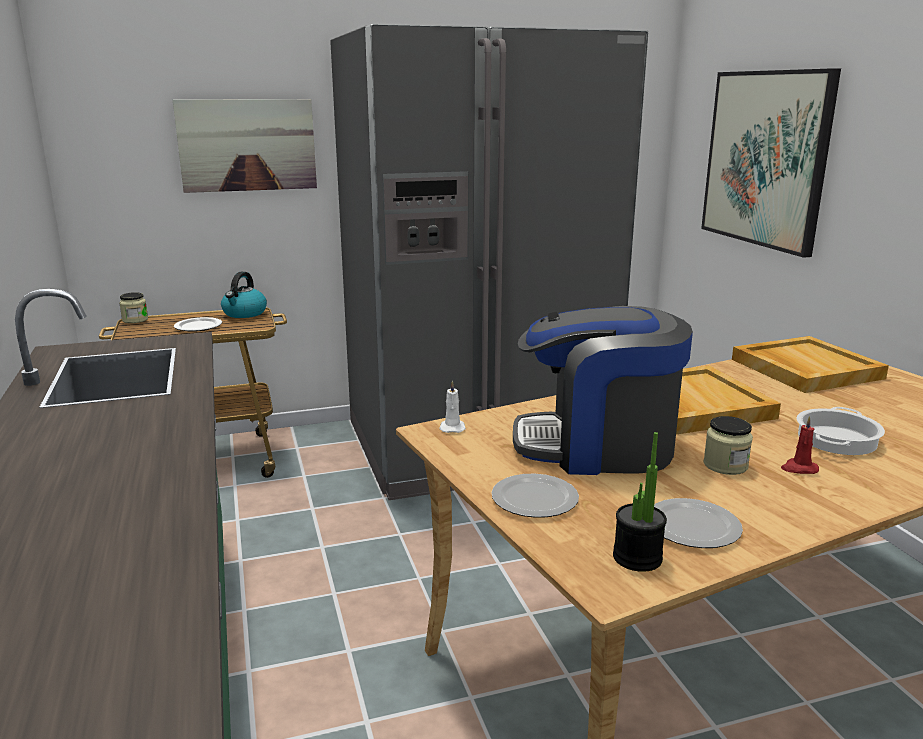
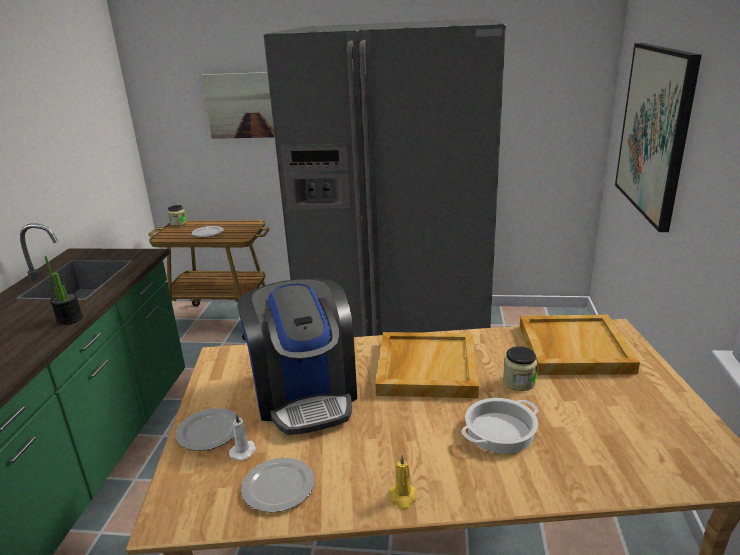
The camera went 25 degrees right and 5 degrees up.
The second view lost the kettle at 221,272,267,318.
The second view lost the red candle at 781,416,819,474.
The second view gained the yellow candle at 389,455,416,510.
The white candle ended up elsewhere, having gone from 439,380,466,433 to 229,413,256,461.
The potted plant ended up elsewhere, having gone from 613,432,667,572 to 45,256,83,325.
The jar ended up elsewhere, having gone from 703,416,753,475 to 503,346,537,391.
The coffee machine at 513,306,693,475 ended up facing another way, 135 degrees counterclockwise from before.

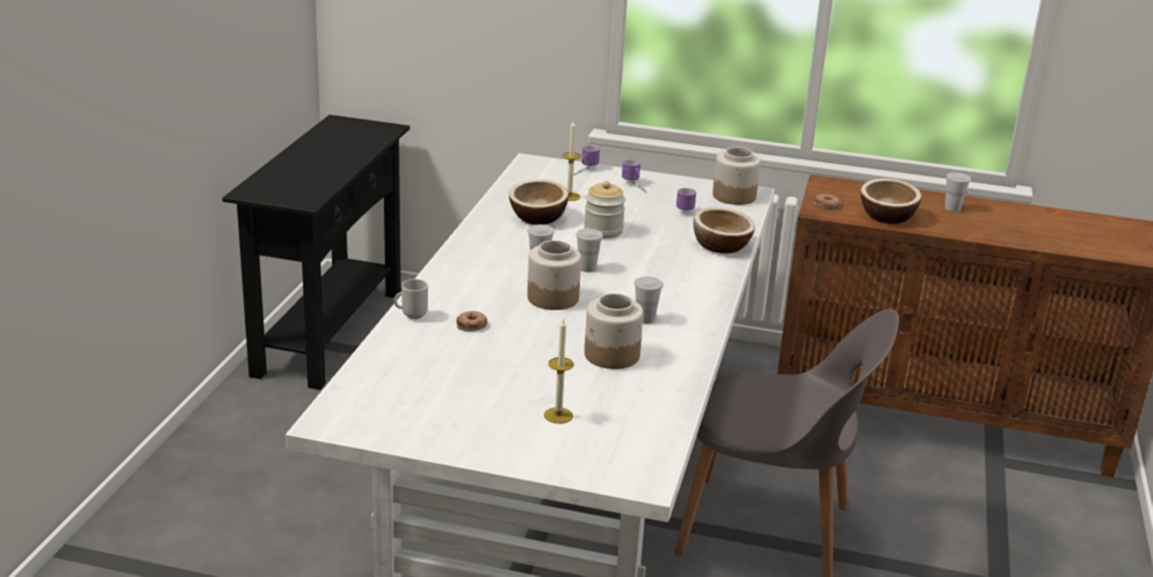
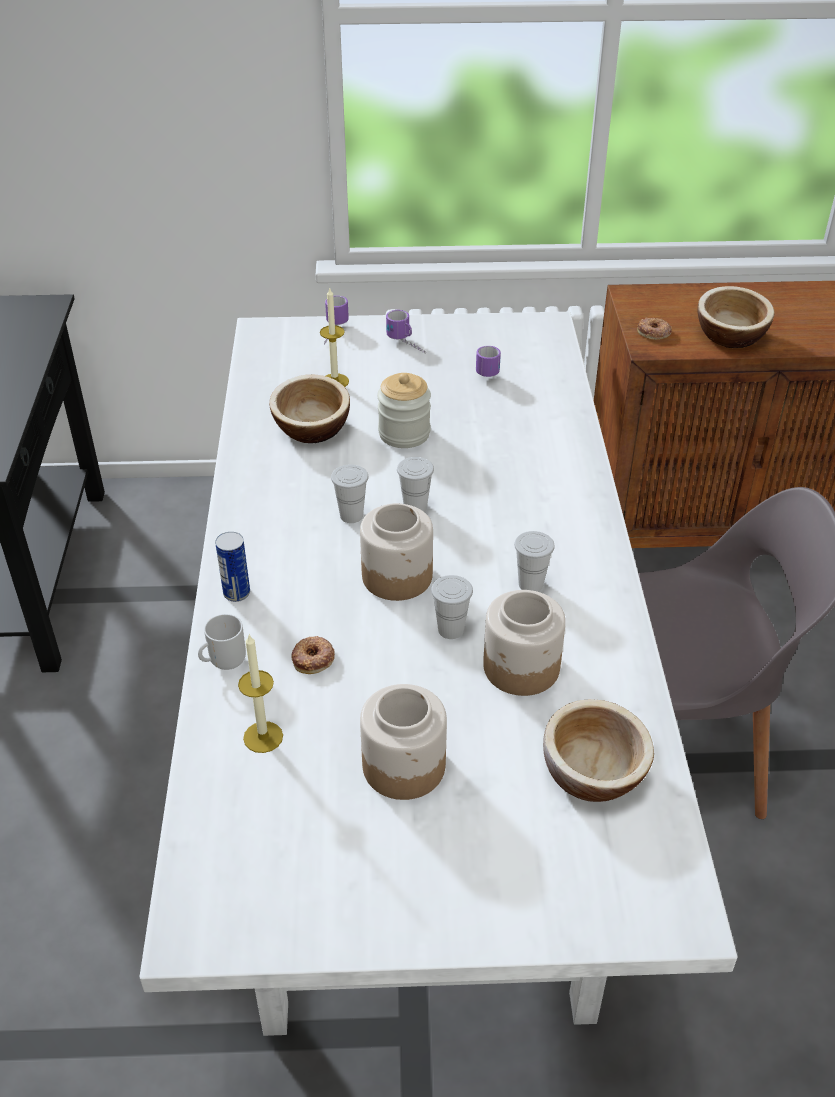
The camera went 15 degrees left and 15 degrees up.
The second view gained the can at 215,532,250,602.
The candle ended up elsewhere, having gone from 544,318,574,424 to 238,635,283,753.
The bowl ended up elsewhere, having gone from 693,207,755,254 to 543,700,654,802.
The jar ended up elsewhere, having gone from 713,147,760,205 to 360,684,447,800.
The white cup ended up elsewhere, having gone from 945,172,971,212 to 431,575,473,639.

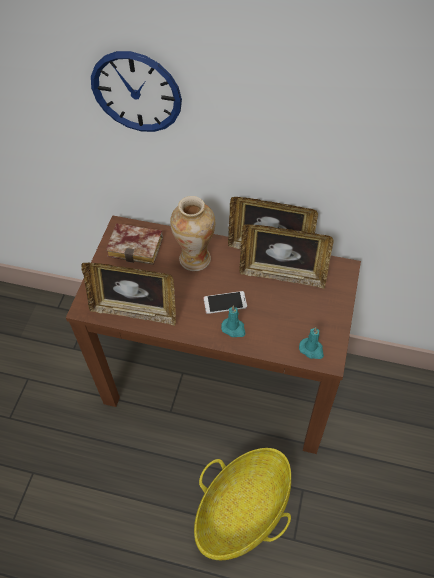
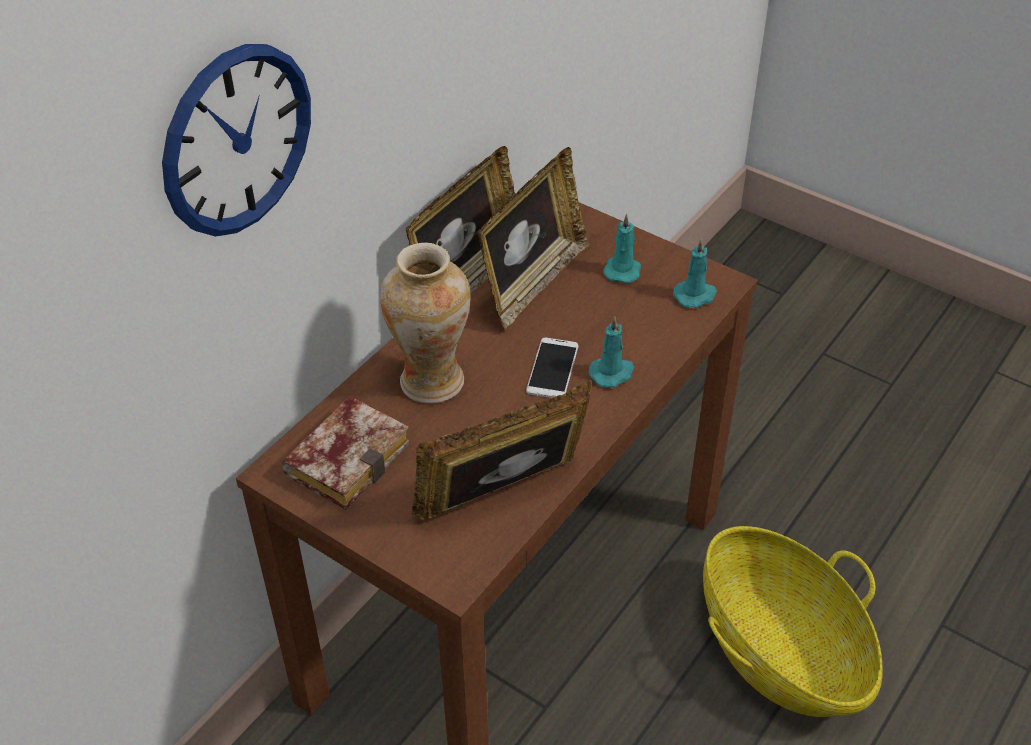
The camera went 70 degrees left and 10 degrees down.
The second view gained the turquoise candle at 603,214,641,283.
The picture frame at 81,263,176,326 ended up facing another way, 150 degrees counterclockwise from before.

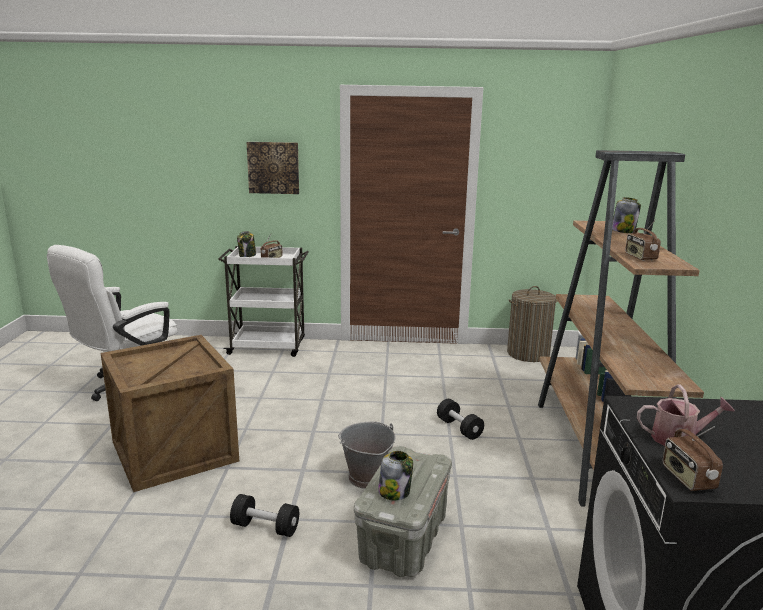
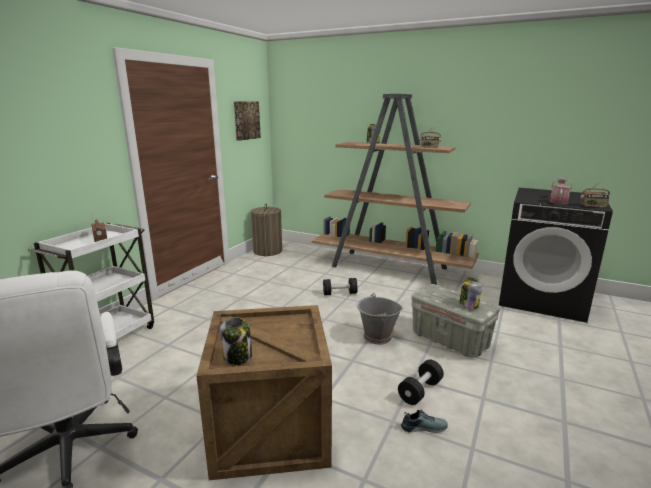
The camera went 65 degrees left and 0 degrees up.
The second view gained the shoe at 401,410,448,433.
The jar ended up elsewhere, having gone from 237,231,256,257 to 220,317,252,365.
The picture ended up elsewhere, having gone from 247,142,299,194 to 234,102,261,141.

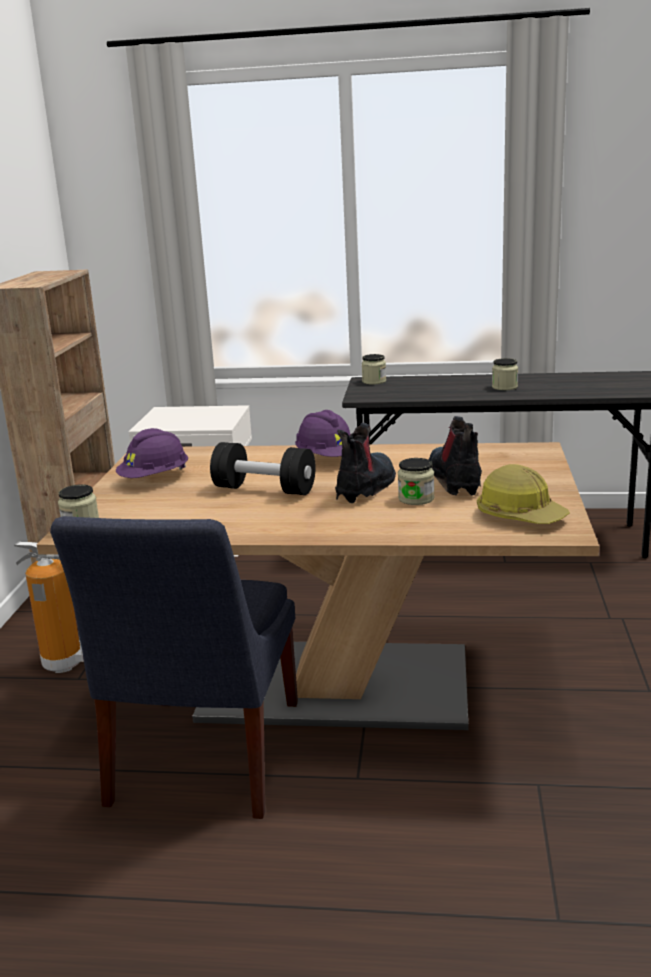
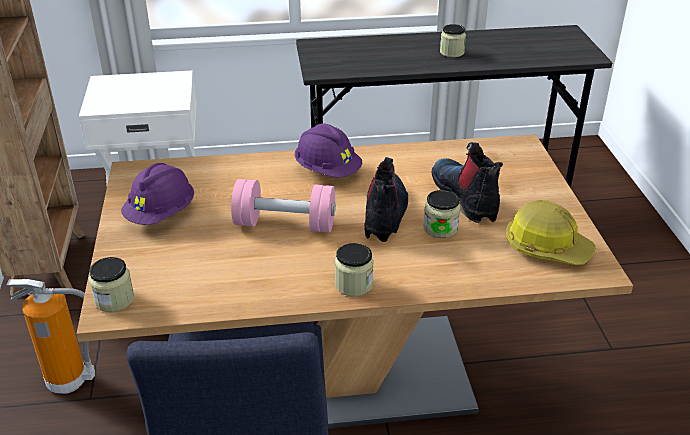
The camera went 15 degrees left and 15 degrees up.
The jar ended up elsewhere, having gone from 362,354,386,385 to 335,243,374,297.
What was the black dumbbell at 210,442,316,495 turned into the pink dumbbell at 231,179,335,233.

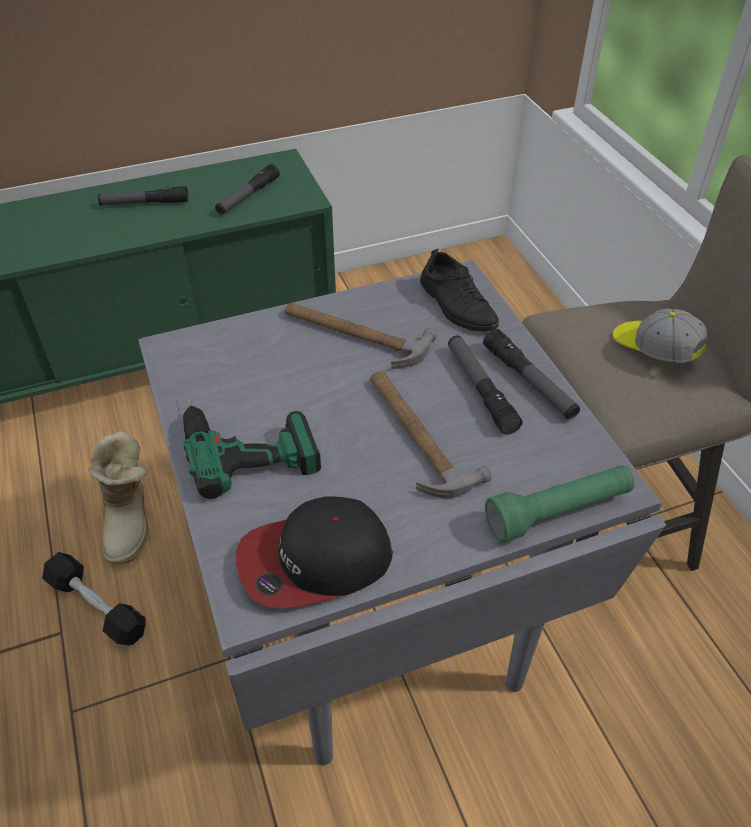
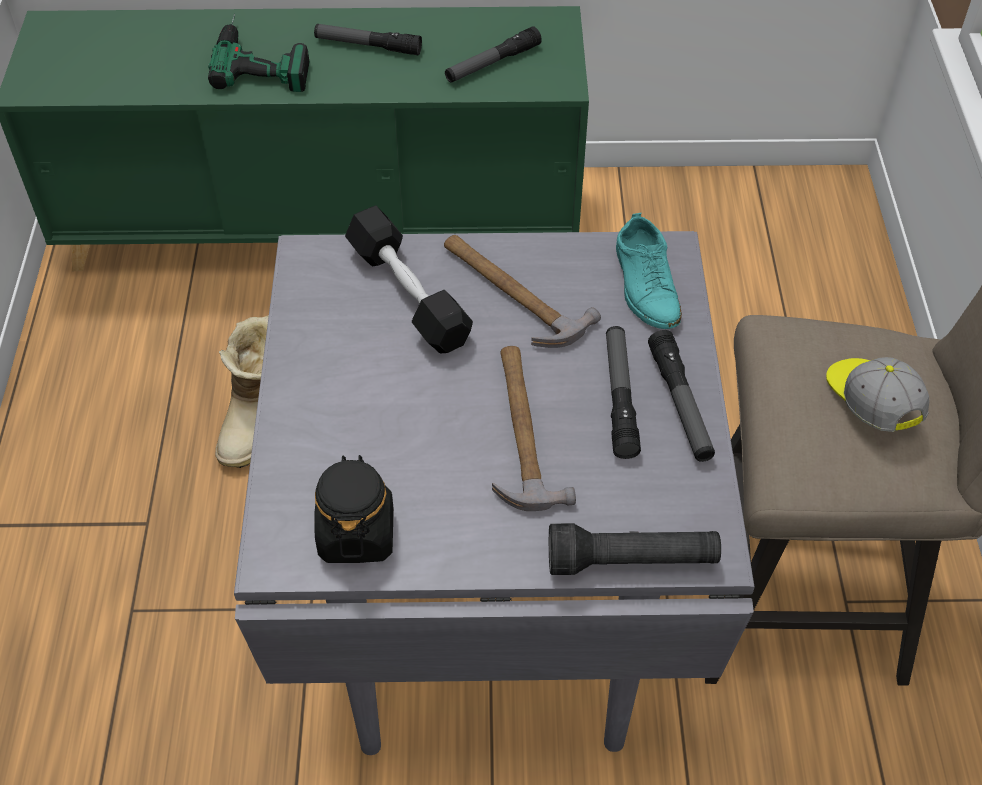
The camera went 20 degrees right and 5 degrees up.
The black dumbbell ended up elsewhere, having gone from 42,552,146,645 to 345,206,473,354.
The power drill ended up elsewhere, having gone from 183,391,321,499 to 208,14,310,92.
Where the cap stood at 236,497,393,609, the black jar came to stand at 314,455,393,563.
What was the black shoe at 420,249,499,331 turned into the turquoise shoe at 616,213,682,329.
What was the green flashlight at 485,465,634,543 turned into the black flashlight at 549,523,721,575.

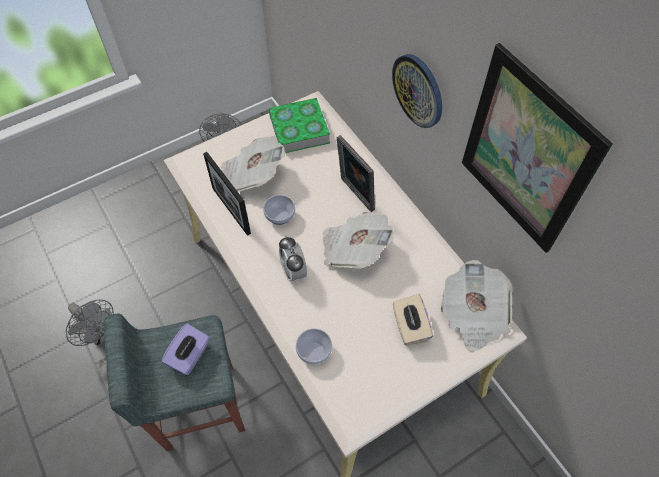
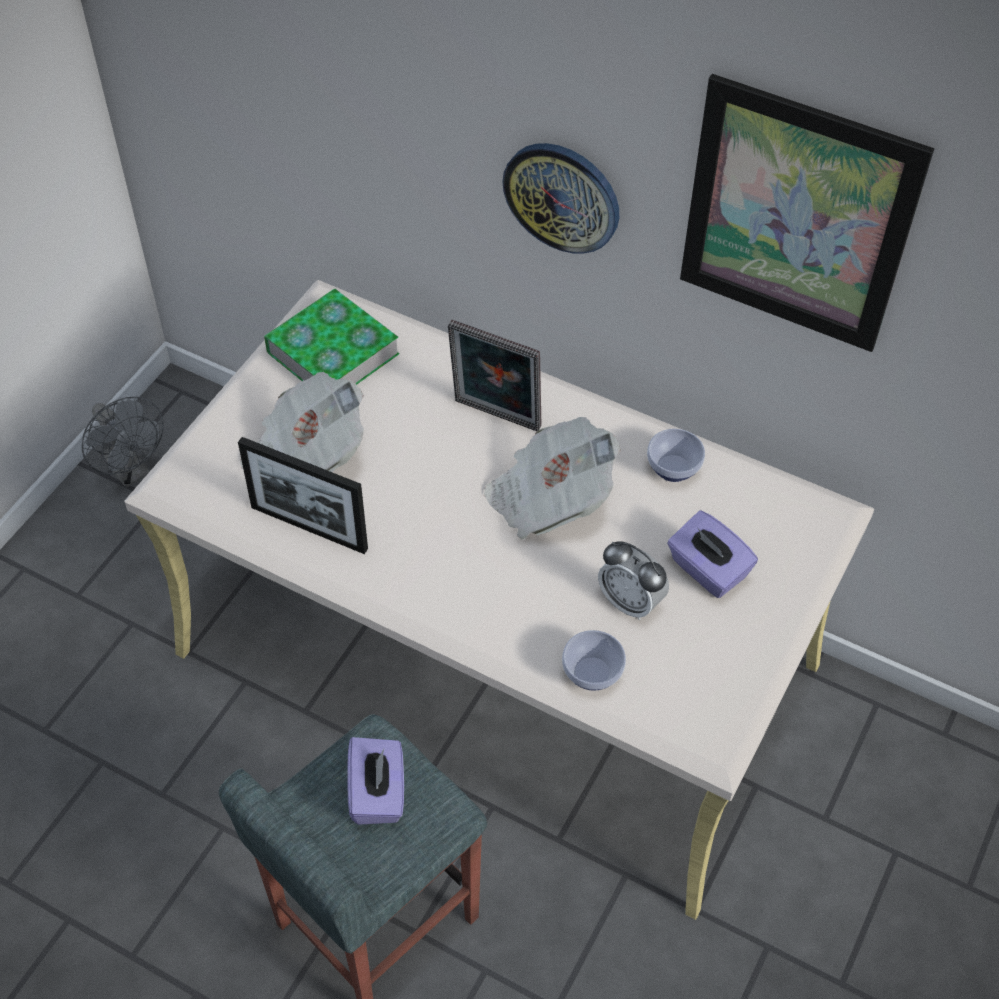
The camera went 30 degrees left and 5 degrees down.
The second view lost the grey fan at 66,300,114,347.
The second view lost the newspaper at 441,260,513,352.
The bowl ended up elsewhere, having gone from 263,195,295,225 to 647,429,705,482.
The alarm clock ended up elsewhere, having gone from 279,237,307,283 to 598,541,669,620.
What was the beige tissue box at 393,294,433,346 turned into the purple tissue box at 667,510,758,598.

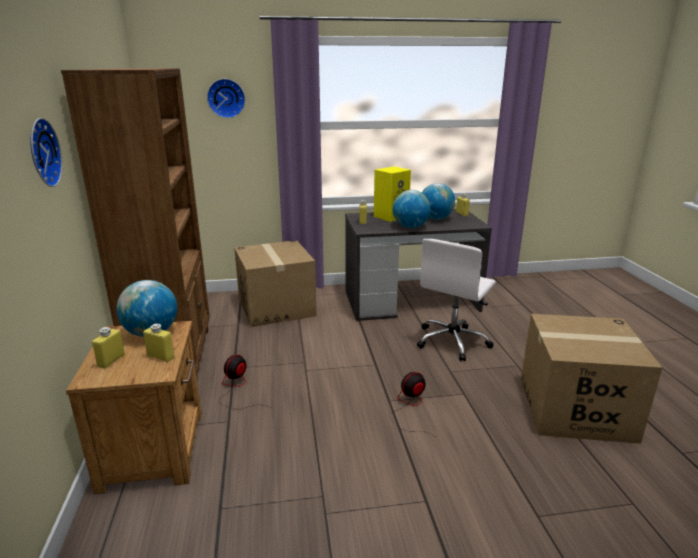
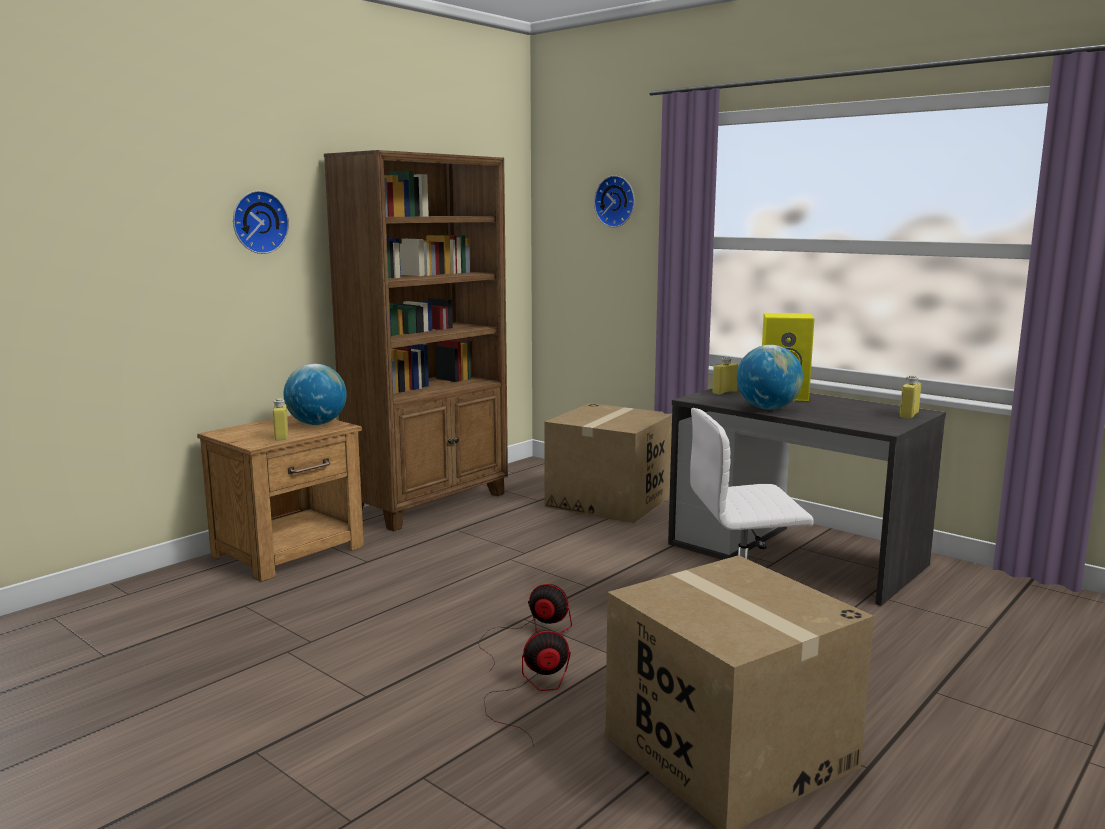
The camera went 50 degrees right and 10 degrees down.
The second view lost the yellow bottle at 92,327,125,369.
The second view lost the globe at 422,183,455,220.
The fan ended up elsewhere, having gone from 220,355,269,409 to 484,630,571,747.

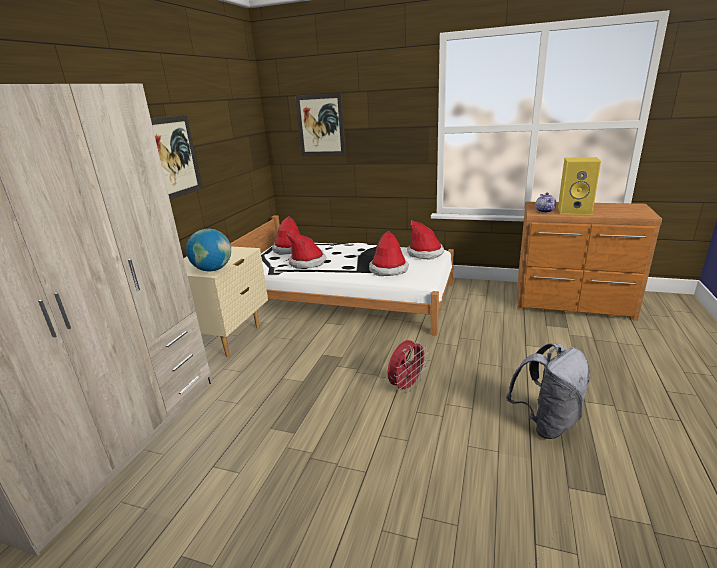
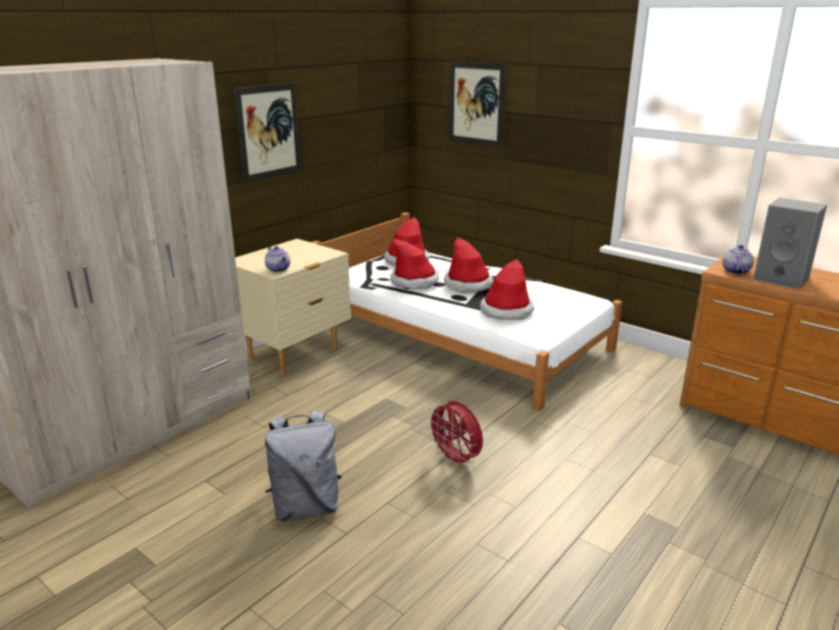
The camera went 20 degrees right and 0 degrees up.
The hat ended up elsewhere, having gone from 407,220,444,259 to 444,238,493,294.
The grey backpack ended up elsewhere, having gone from 506,343,590,439 to 265,411,342,522.
Where the globe stood at 186,229,231,272, the teapot came to stand at 265,246,290,272.
What was the yellow speaker at 558,157,601,215 turned into the grey speaker at 753,198,827,290.
The red fan at 388,340,428,393 ended up facing another way, 75 degrees clockwise from before.

